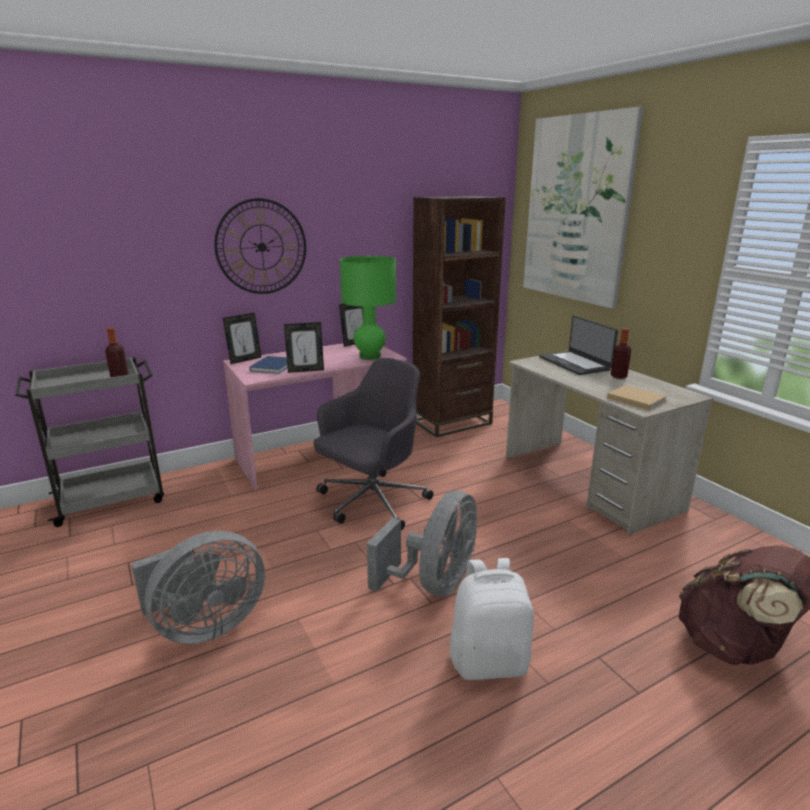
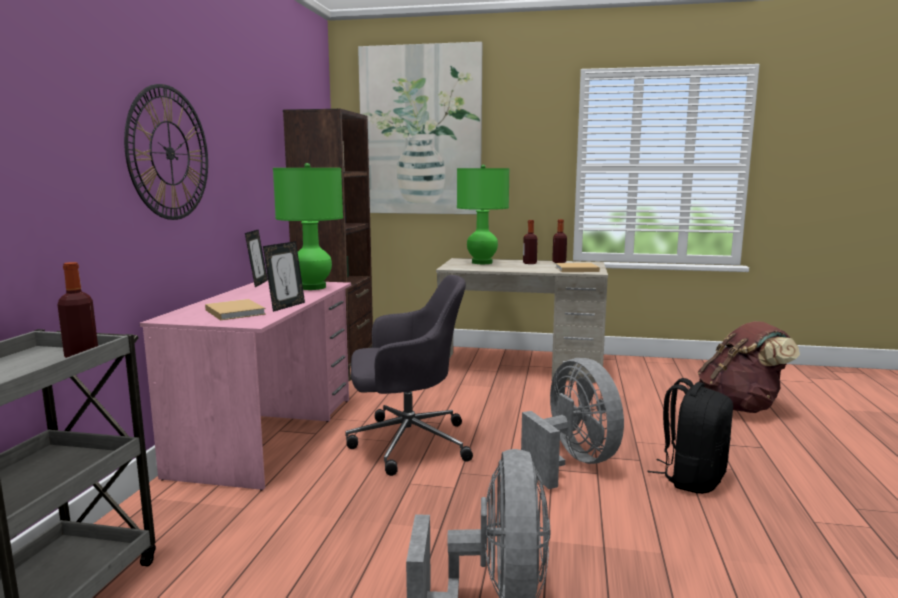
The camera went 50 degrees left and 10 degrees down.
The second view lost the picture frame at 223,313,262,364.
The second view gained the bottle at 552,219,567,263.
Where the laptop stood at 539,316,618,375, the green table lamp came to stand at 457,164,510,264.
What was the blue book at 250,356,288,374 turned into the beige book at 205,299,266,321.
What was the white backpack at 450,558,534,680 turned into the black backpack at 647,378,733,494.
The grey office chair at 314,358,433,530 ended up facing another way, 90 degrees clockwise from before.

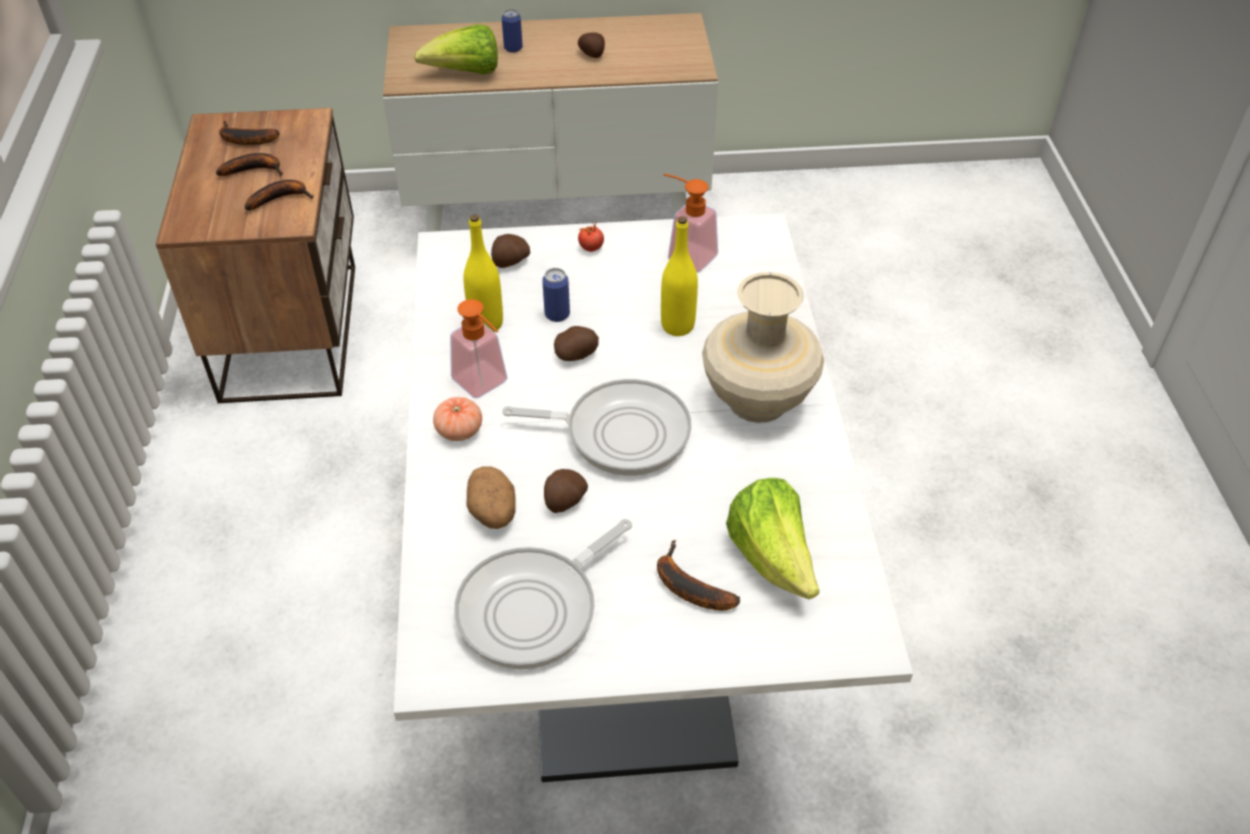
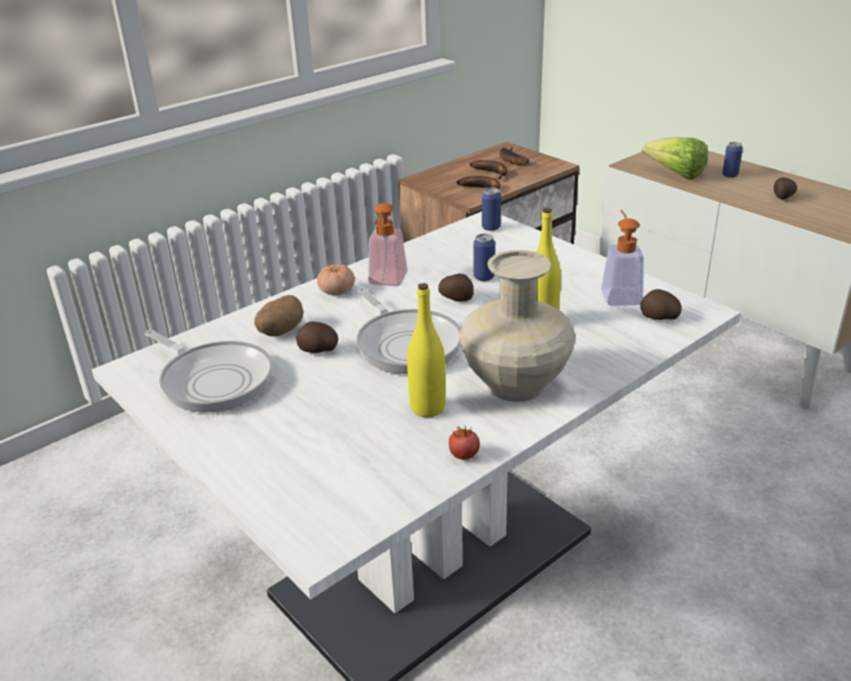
The camera went 55 degrees right and 15 degrees down.
The second view lost the banana at 657,540,740,610.
The second view lost the lettuce at 726,478,820,599.
The second view gained the can at 482,188,501,231.
The yellow bottle ended up elsewhere, having gone from 463,214,503,332 to 407,283,446,417.
The potato ended up elsewhere, having gone from 491,234,530,268 to 640,289,682,320.
The tomato ended up elsewhere, having gone from 578,221,604,252 to 449,427,480,460.
The frying pan at 454,519,632,670 ended up facing another way, 150 degrees counterclockwise from before.

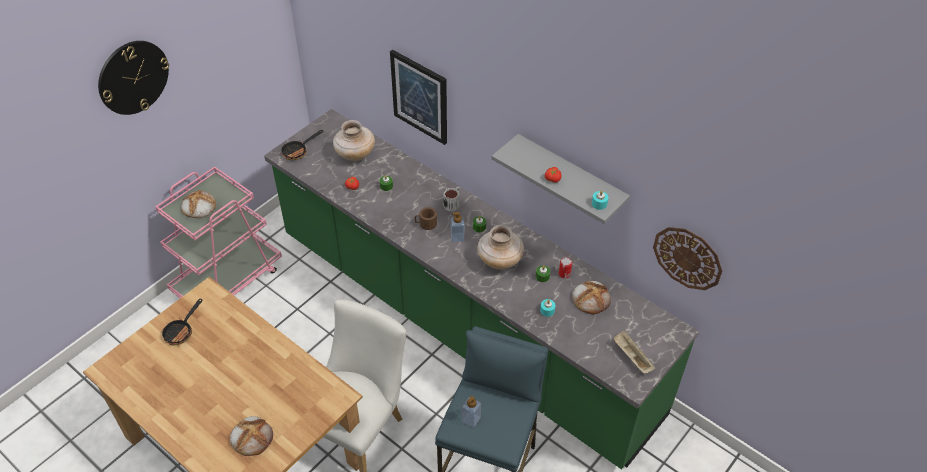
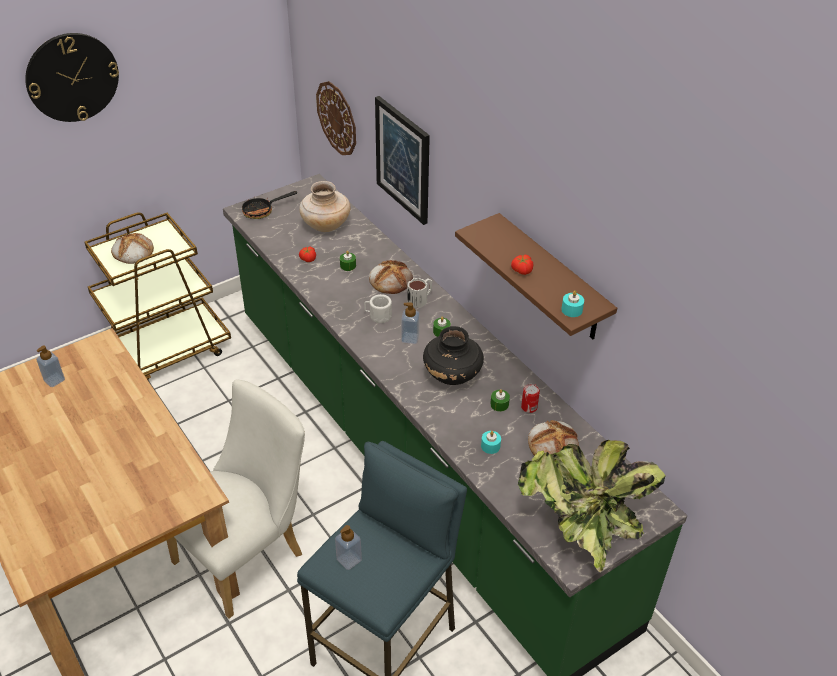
The camera went 15 degrees right and 5 degrees down.
The bread ended up elsewhere, having gone from 230,416,273,456 to 369,260,413,294.
The wall clock ended up elsewhere, having gone from 653,227,722,290 to 316,81,356,155.
Where the frying pan stood at 162,299,202,345, the soap dispenser came to stand at 36,346,65,387.
Where the beige tray stood at 613,330,656,374, the potted plant came to stand at 518,440,666,572.
What was the pink cart at 155,167,282,298 turned into the brown cart at 84,212,231,380.
What was the brown mug at 415,207,437,230 turned into the white mug at 364,294,392,323.
What was the beige vase at 478,225,524,270 turned into the black vase at 423,326,484,385.
What was the grey shelf at 492,134,630,224 turned into the brown shelf at 455,213,617,339.

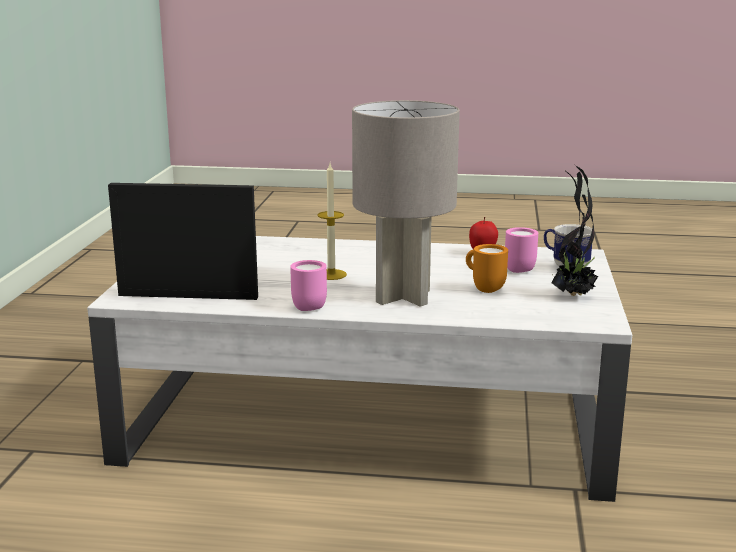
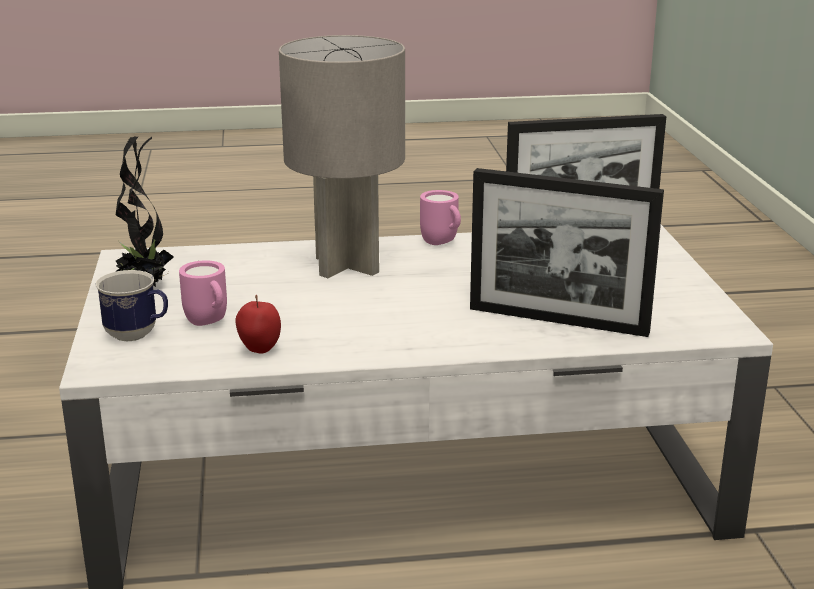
The camera went 165 degrees right and 5 degrees up.
The second view lost the candle at 317,163,347,280.
The second view lost the orange mug at 466,244,508,293.
The second view gained the picture frame at 470,168,664,337.

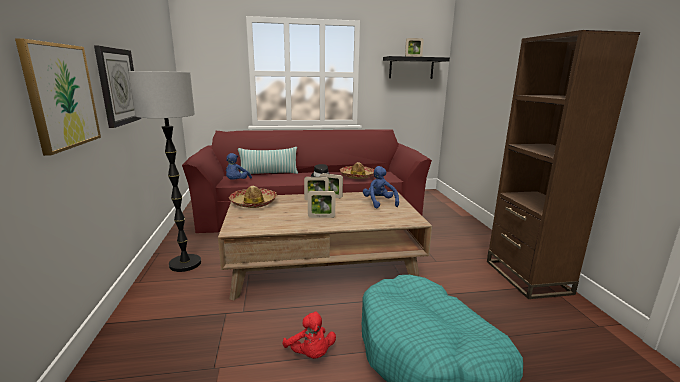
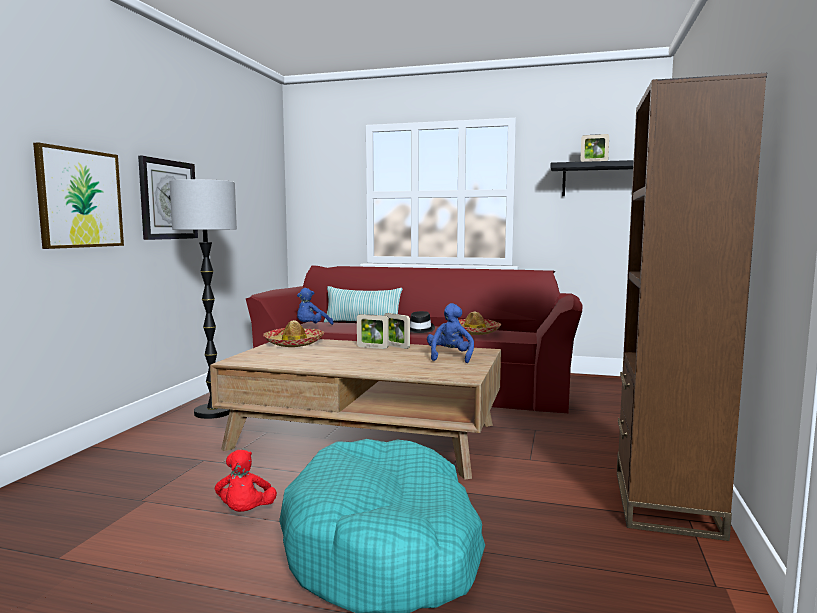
The camera went 25 degrees right and 10 degrees down.
The second view lost the picture frame at 308,191,335,218.

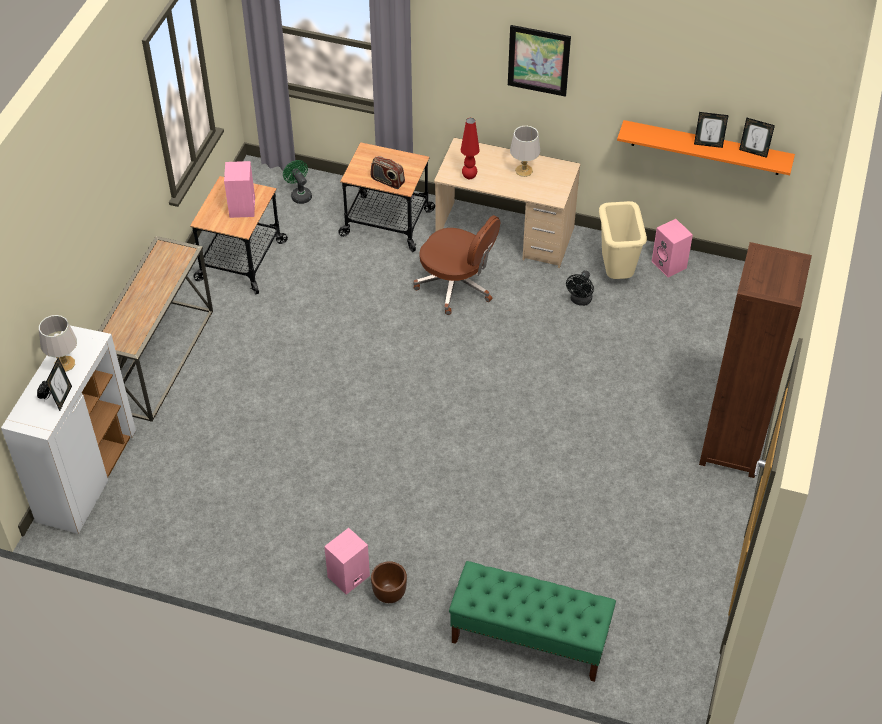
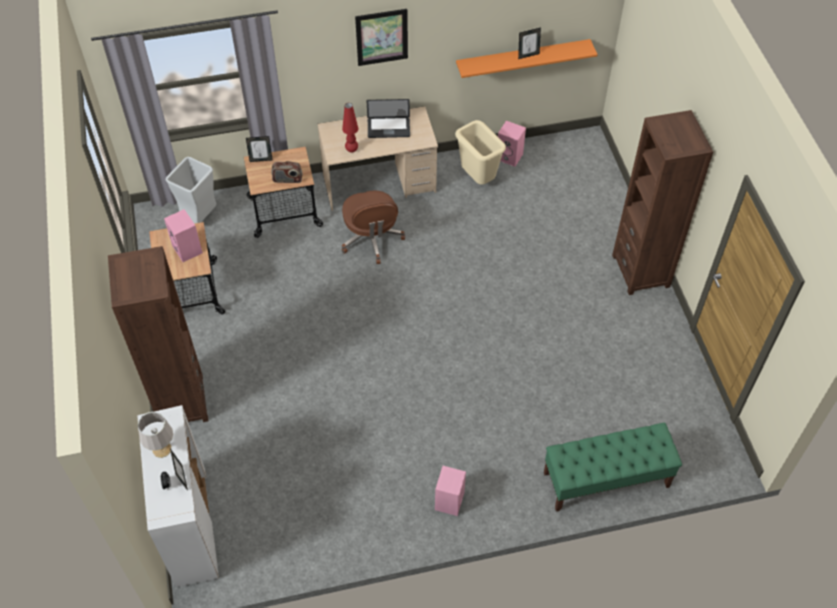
The camera went 30 degrees left and 5 degrees up.
The second view lost the brown planter at 371,561,407,603.
The second view lost the black fan at 566,270,594,306.
The picture frame ended up elsewhere, having gone from 739,117,775,158 to 246,136,273,162.
Where the console table stood at 98,236,213,422, the brown bookcase came to stand at 108,246,209,422.
Where the green fan stood at 283,160,312,204, the grey trash can came to stand at 166,157,217,224.
Where the grey table lamp stood at 510,126,540,177, the laptop came to stand at 367,99,410,138.
The brown office chair at 413,215,500,315 ended up facing another way, 75 degrees clockwise from before.

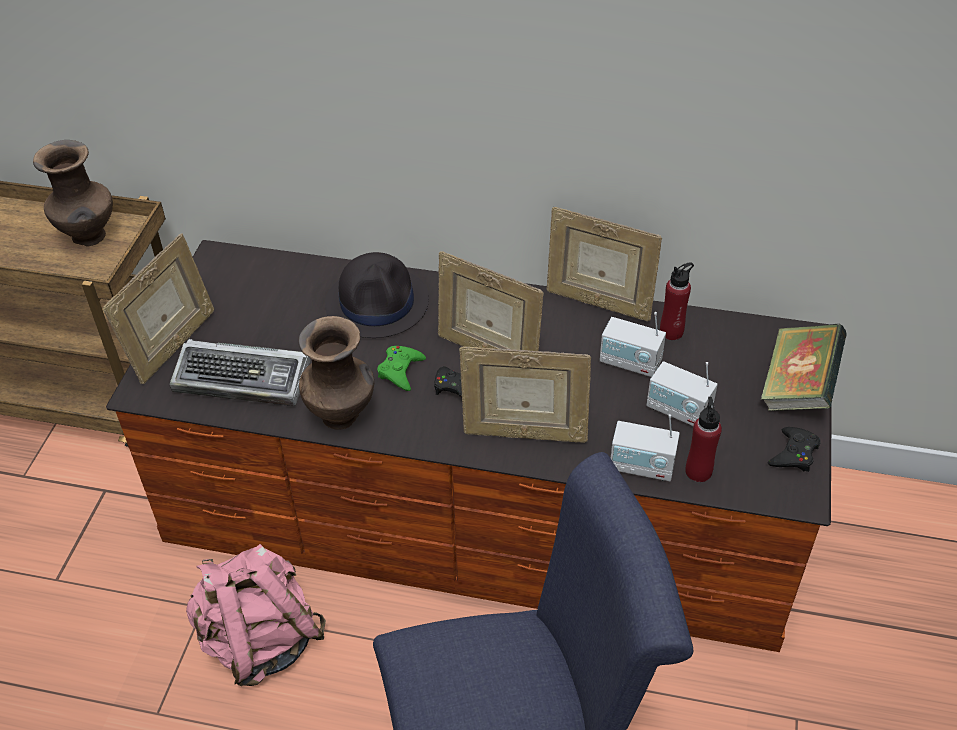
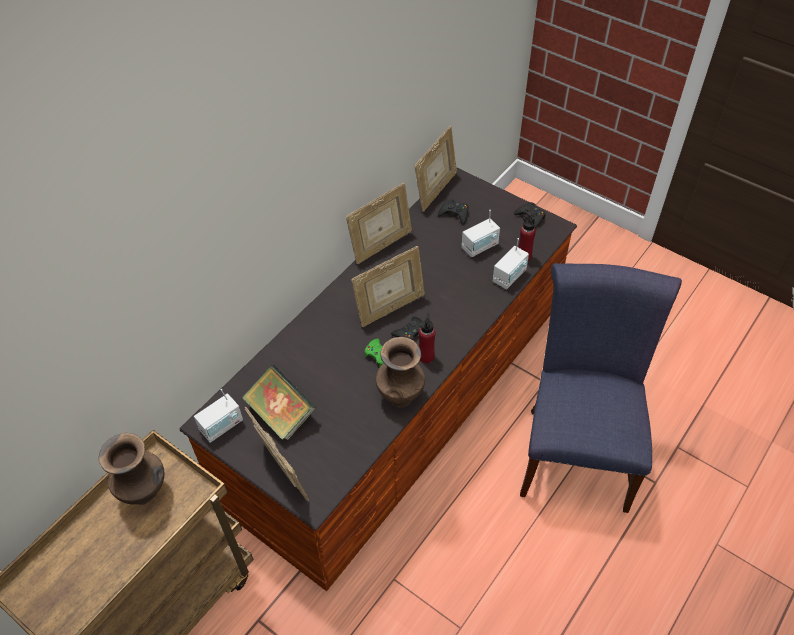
The camera went 65 degrees left and 5 degrees up.
The second view lost the keyboard at 170,339,310,406.
The second view lost the pink backpack at 186,544,326,686.
The second view lost the black hat at 325,252,429,338.
The second view gained the black game controller at 438,199,468,224.
The picture frame ended up elsewhere, having gone from 459,346,591,443 to 415,125,457,212.
The radio ended up elsewhere, having gone from 600,312,666,377 to 194,389,243,443.
The red bottle ended up elsewhere, having gone from 660,262,694,340 to 419,313,436,363.
The book ended up elsewhere, having gone from 761,324,846,411 to 242,365,317,440.

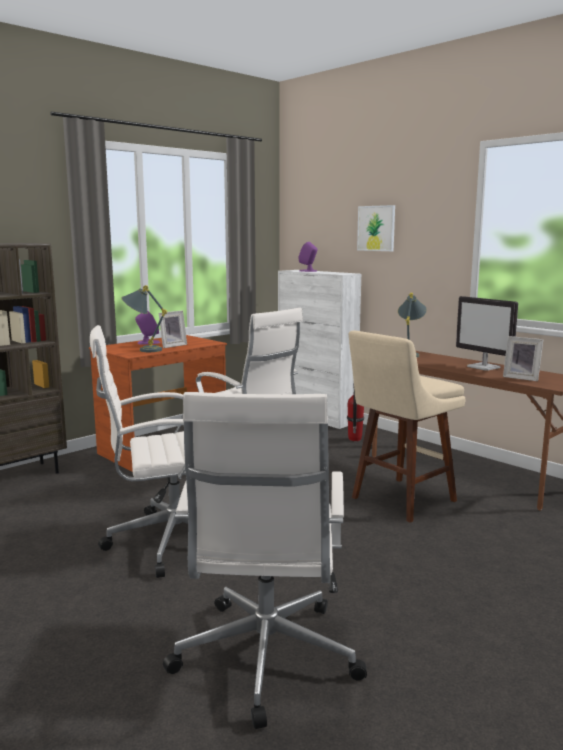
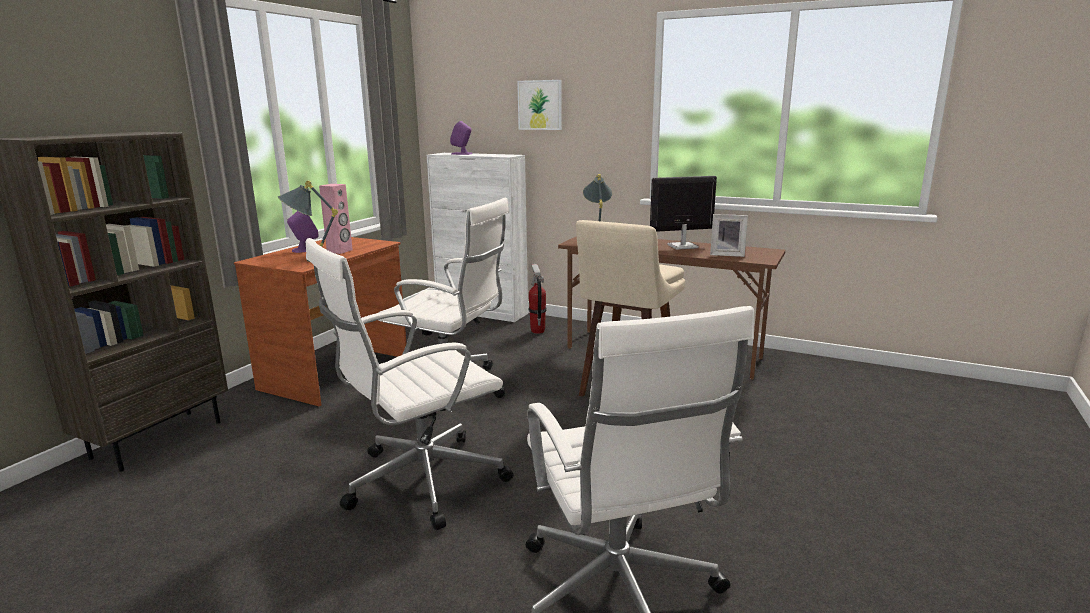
The camera went 20 degrees left and 5 degrees up.
Where the picture frame stood at 159,310,187,348, the pink speaker came to stand at 319,184,353,254.
The monitor at 456,296,518,371 ended up facing another way, 135 degrees clockwise from before.

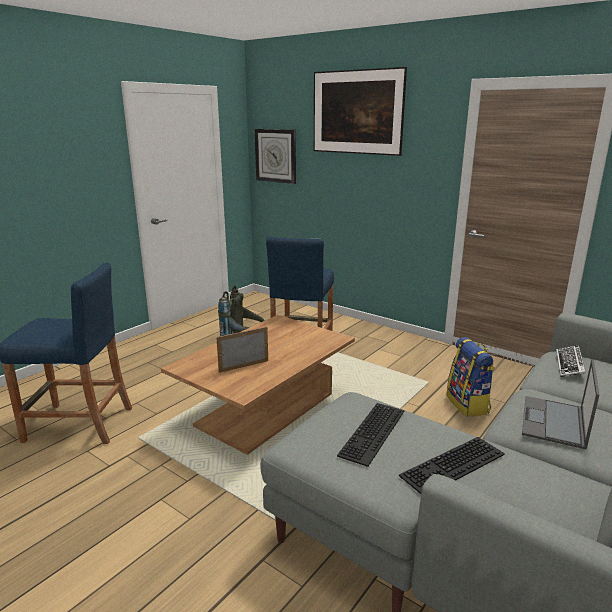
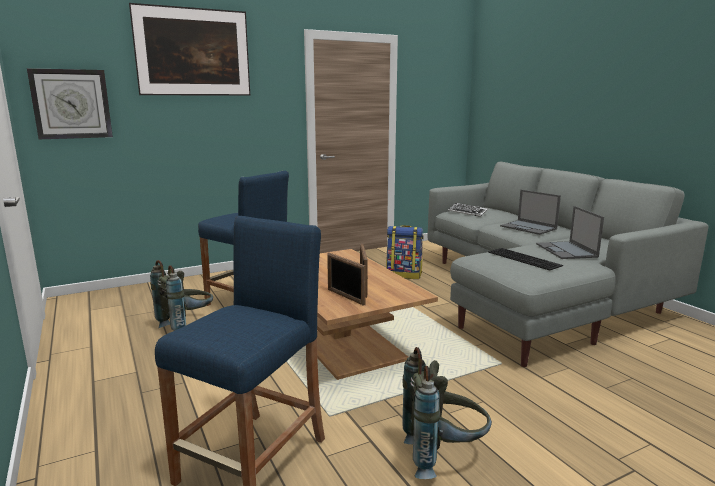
The camera went 65 degrees left and 5 degrees down.
The second view gained the picture frame at 327,253,366,306.
The second view gained the grey backpack at 402,347,492,479.
Where the keyboard stood at 399,437,505,494, the laptop came to stand at 536,206,604,259.

